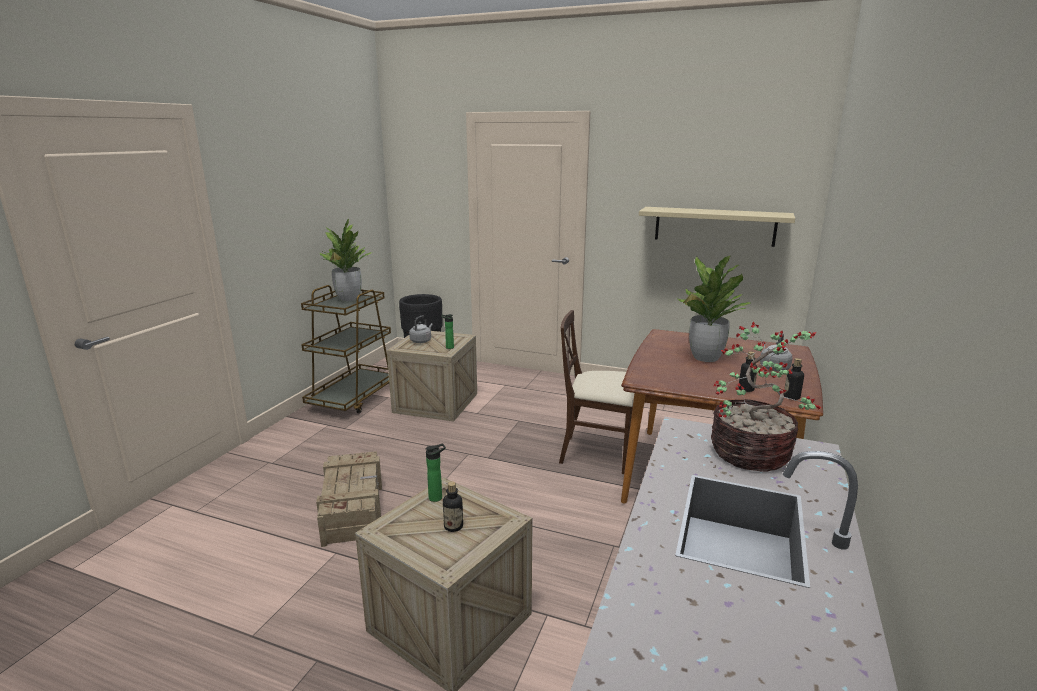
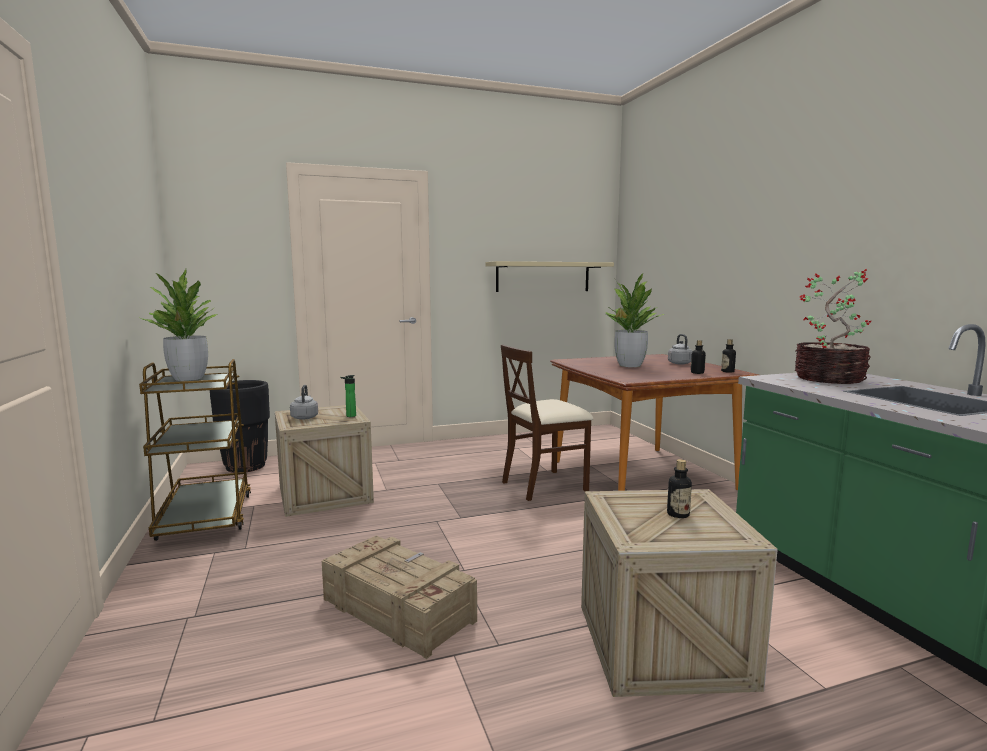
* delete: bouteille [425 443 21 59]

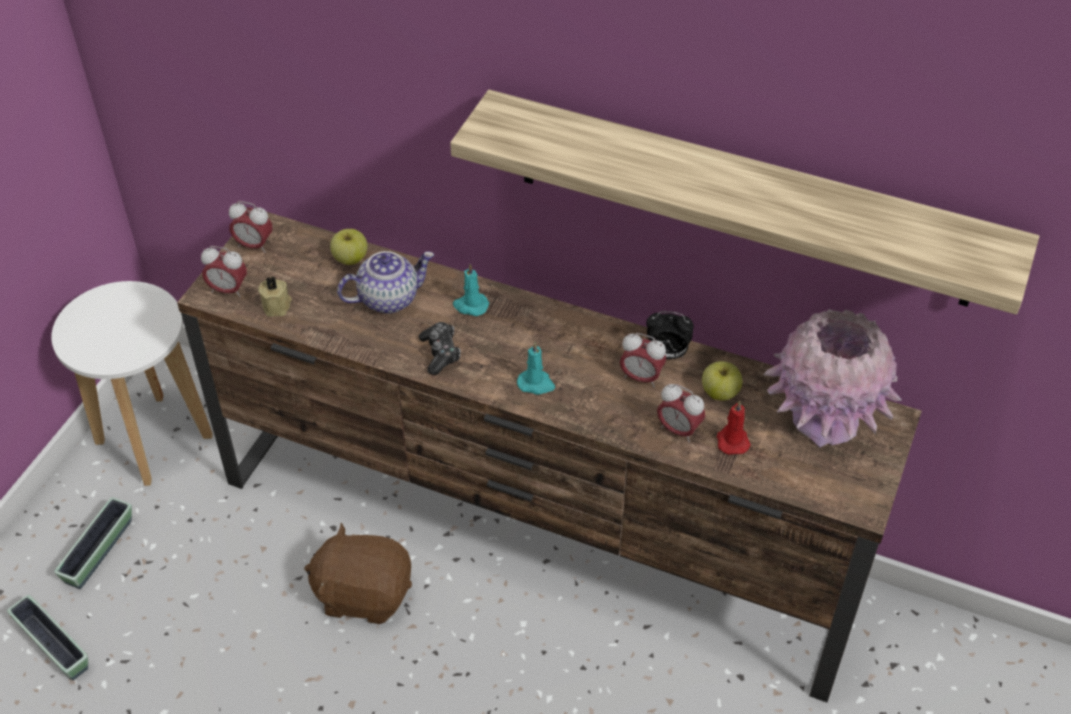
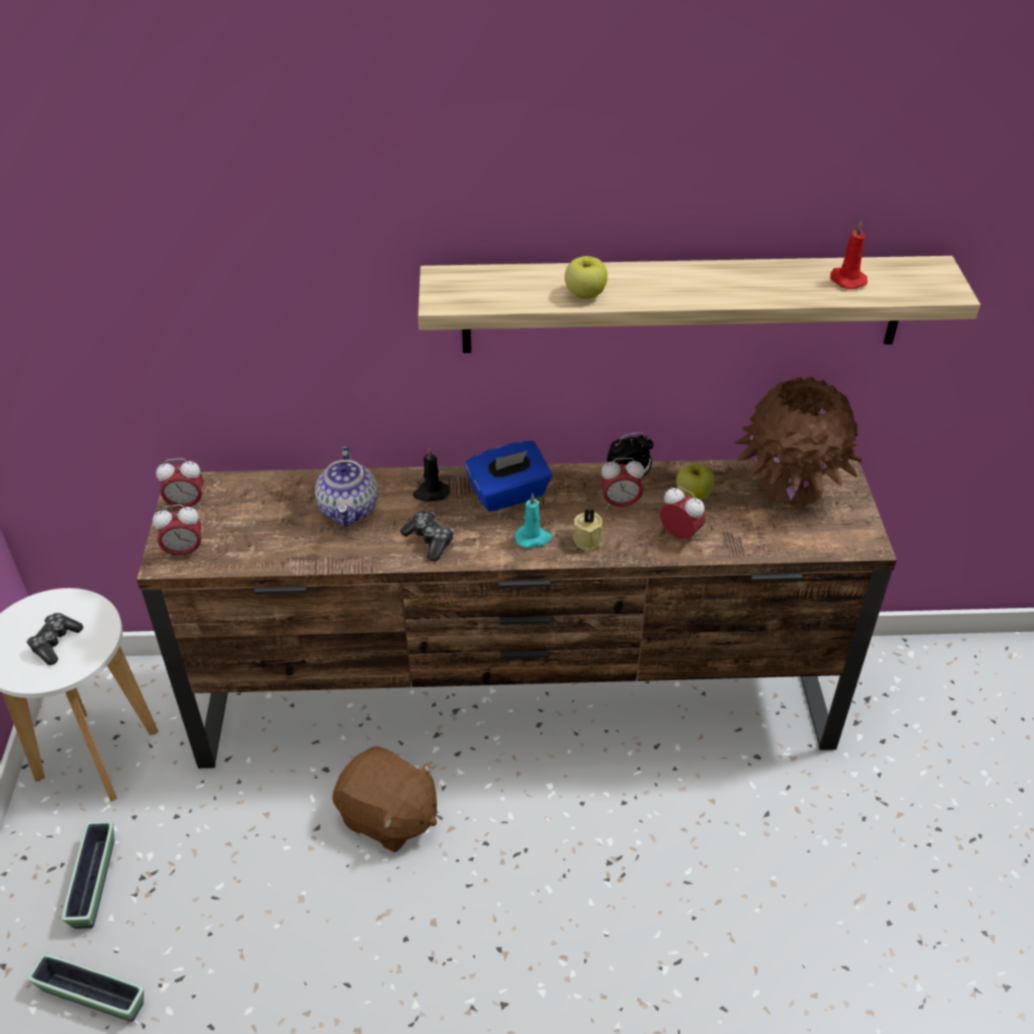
* insert: manette [27 613 56 52]
* rotate: théière [337 251 97 63] = [315 446 63 81] 135 degrees clockwise
* rotate: peluche [marron] [304 523 108 101] = [332 746 105 106] 135 degrees counterclockwise
* recolor: bougie [turquoise] [453 264 36 52] to bougie [noir] [413 448 36 54]
* insert: boîte à mouchoirs [bleu] [465 441 87 71]
* move: pomme [330 229 37 36] to [565 256 43 43]
* move: bougie [beige] [258 277 34 40] to [573 508 30 44]
* rotate: réveil [657 384 48 58] = [660 486 46 53] 150 degrees counterclockwise
* recolor: vase [rose] [763 309 139 139] to vase [marron] [735 377 127 133]
* move: bougie [rouge] [717 400 34 55] to [830 221 38 68]

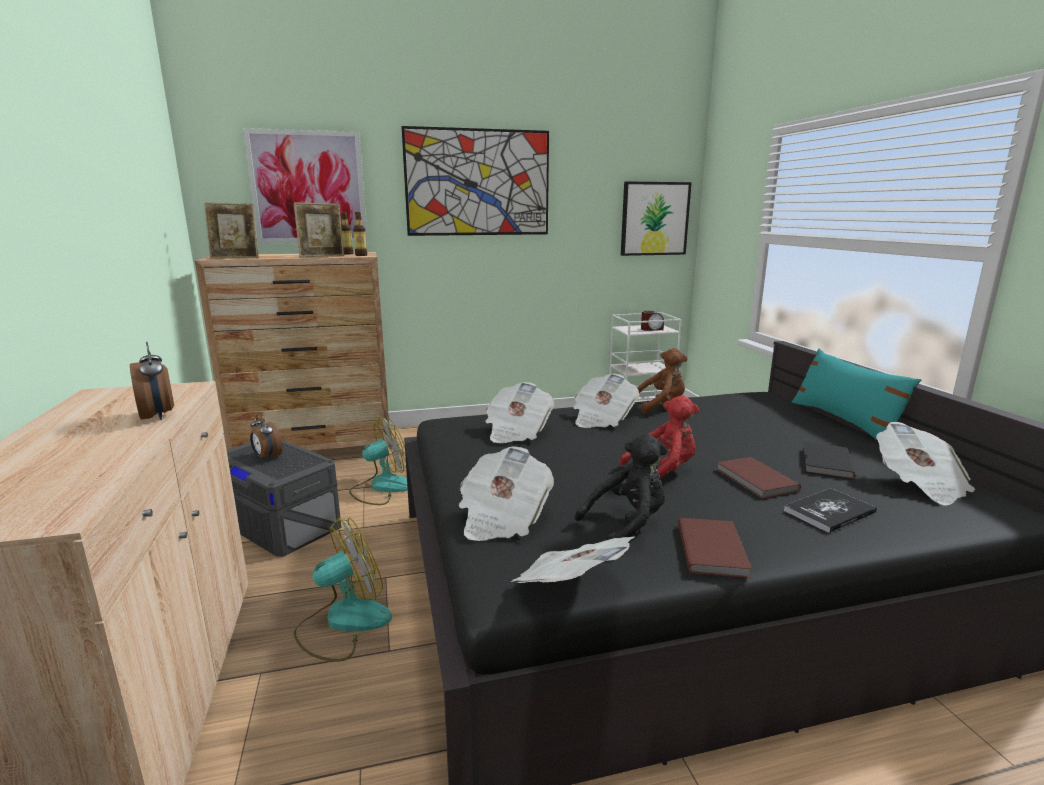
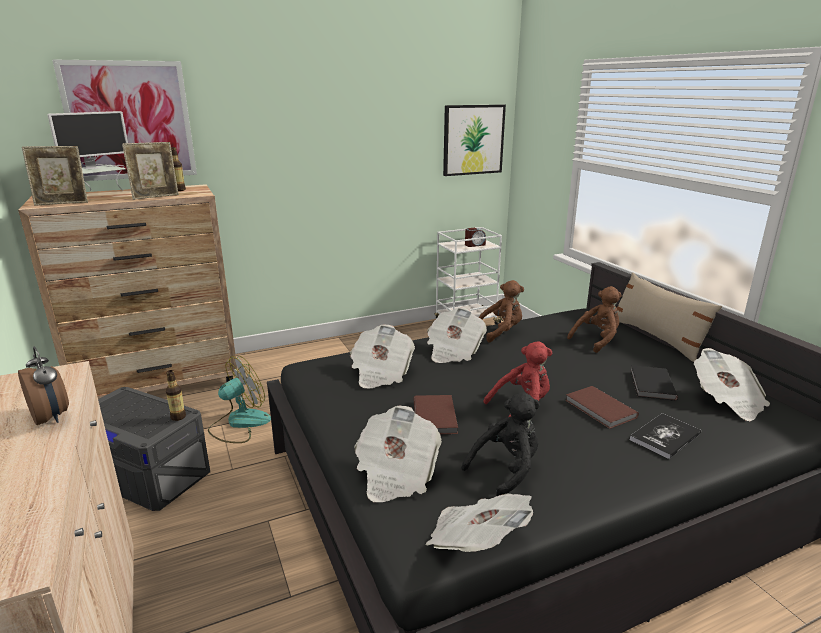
* insert: écran d'ordinateur [47 111 81 80]
* move: bouteille [353 212 14 44] to [166 370 20 51]
* move: livre [marron] [678 518 74 60] to [413 395 45 39]
* insert: peluche [marron] [567 286 55 67]
* recolor: coussin [turquoise] [792 349 129 92] to coussin [beige] [617 272 106 90]
* delete: réveil [250 413 33 48]
* delete: ventilateur [294 518 98 144]
* delete: tableau [401 126 148 110]

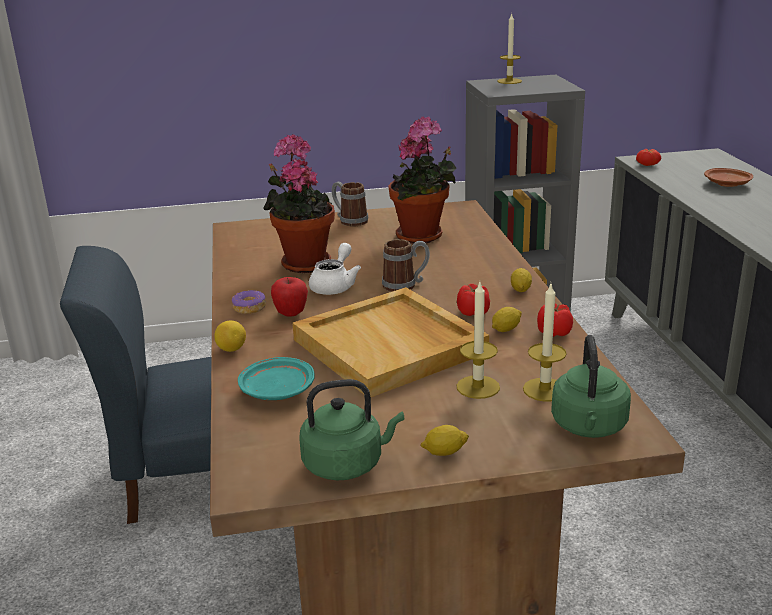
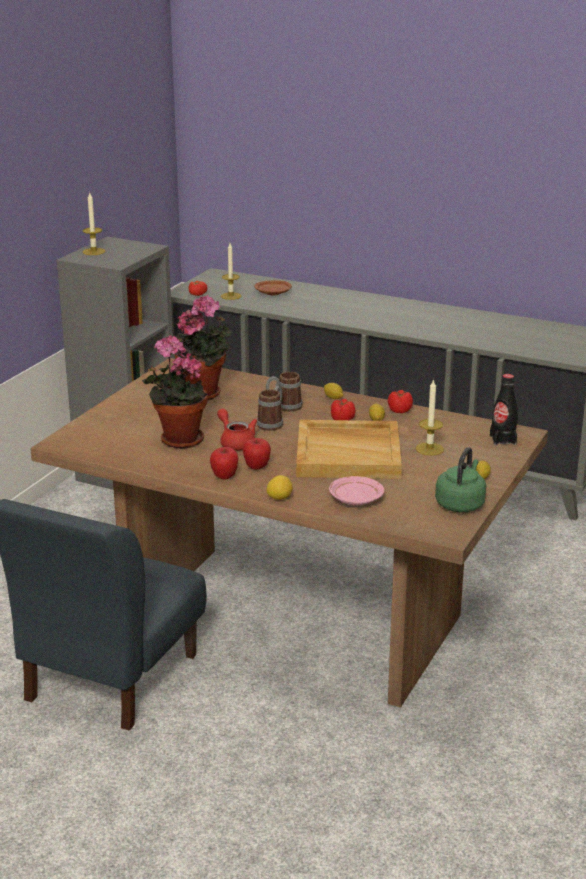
* replace: beignet [232 290 34 24] to pomme [210 447 28 33]
* recolor: théière [blanc] [309 243 52 52] to théière [rouge] [217 408 40 42]
* move: bougie [523 284 44 118] to [221 243 21 57]
* move: mug [332 182 36 44] to [266 372 37 40]
* recolor: assiette [turquoise] [238 357 77 43] to assiette [rose] [329 476 55 29]
* replace: bouilloire [vert] [551 335 80 103] to bouteille [noir] [490 374 28 71]

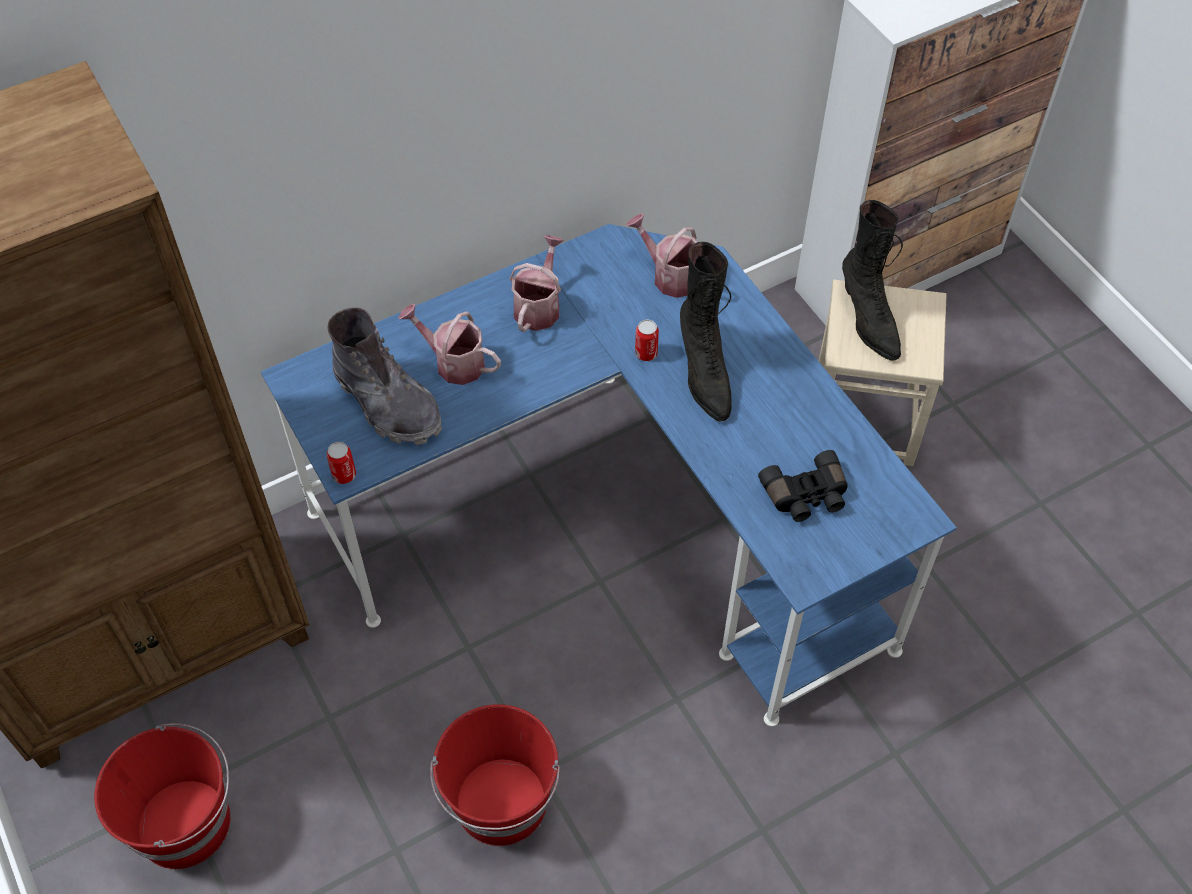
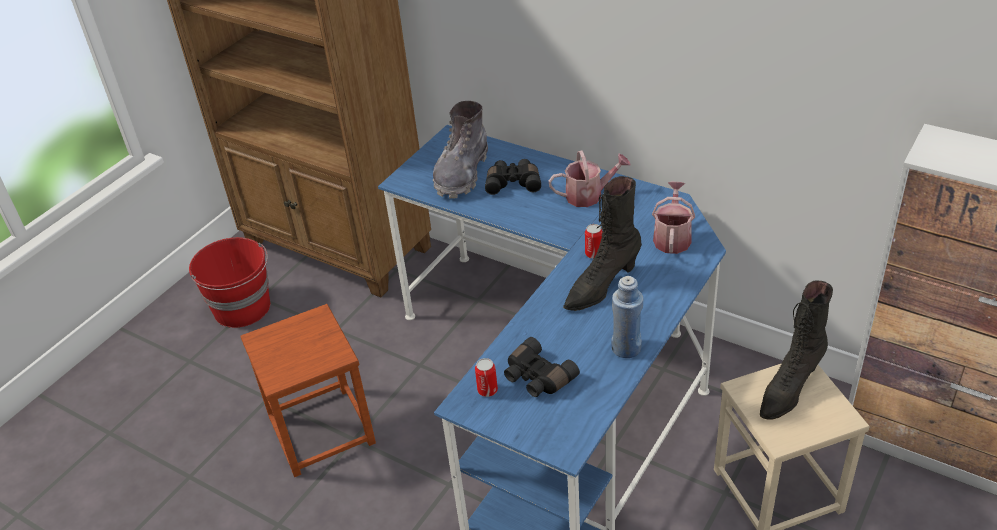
* replace: seau [rouge] [430 704 130 142] to tabouret [marron] [240 304 136 173]
* move: boîte métallique [327 442 29 42] to [475 358 23 39]
* replace: arrosoir [398 304 103 81] to jumelles [noir] [485 159 56 36]
* insert: bouteille [bleu] [611 276 32 82]

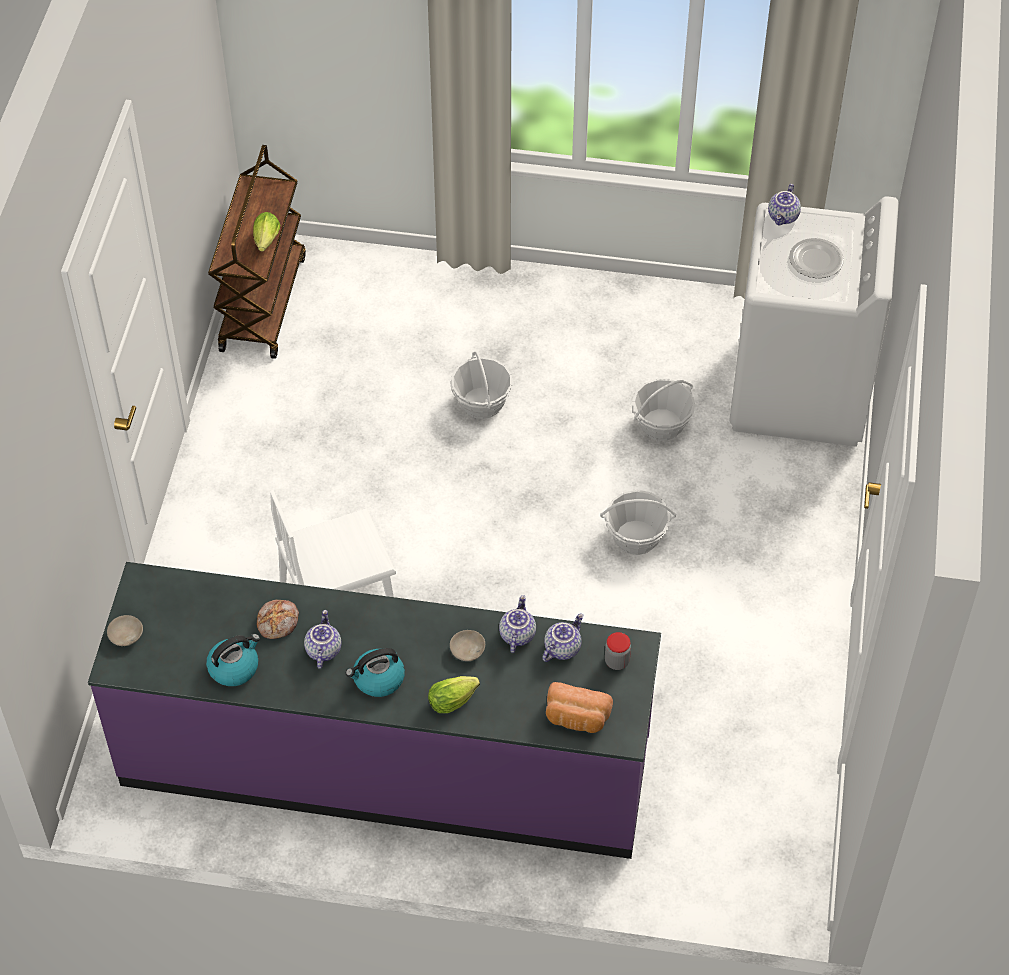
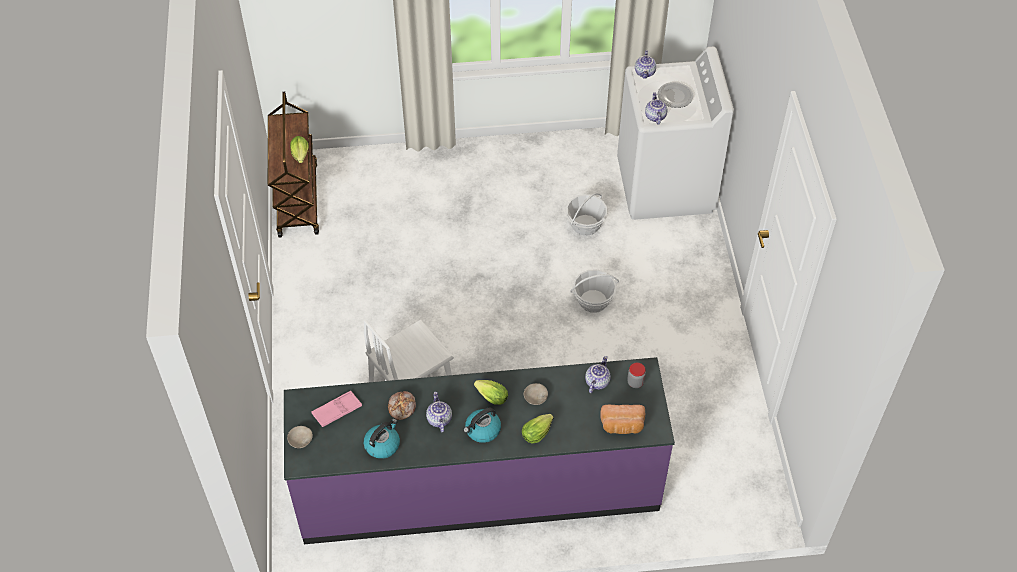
* insert: plateau [rose] [312 391 50 36]
* insert: laitue [474 380 34 25]
* move: théière [499 595 37 58] to [645 92 22 33]
* delete: panier [450 351 63 68]

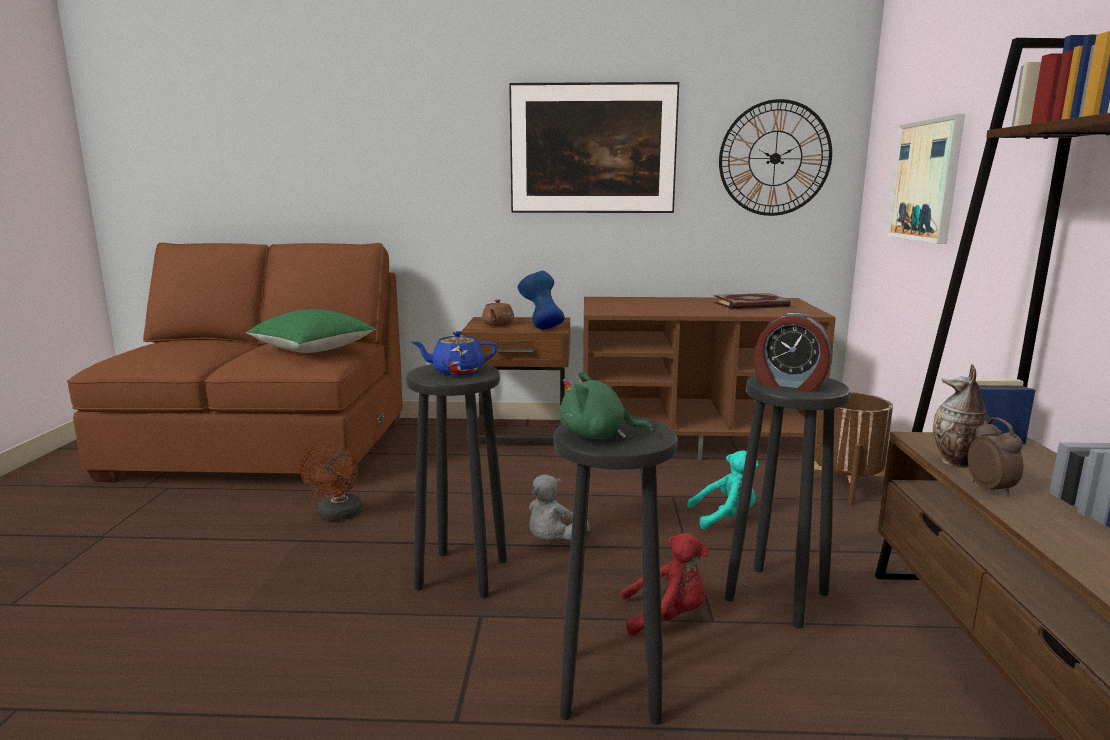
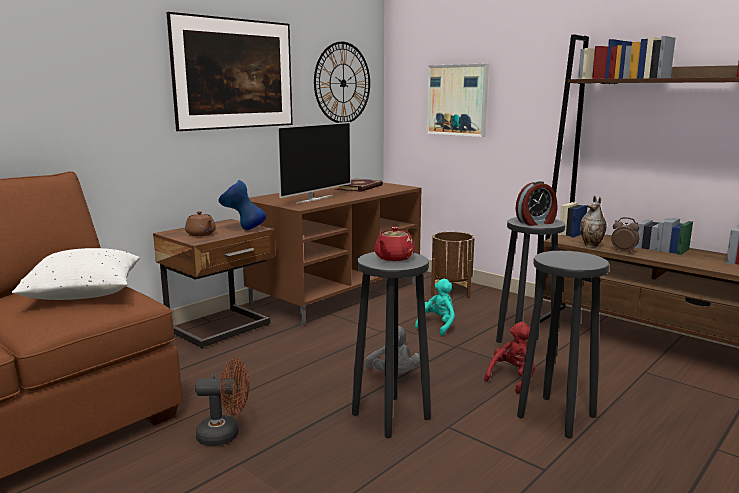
* recolor: coussin [vert] [246 309 130 44] to coussin [blanc] [12 248 128 52]
* rotate: ventilateur [marron] [300 442 62 78] = [195 359 54 87] 45 degrees counterclockwise
* insert: téléviseur [277 122 74 82]
* recolor: théière [bleu] [412 331 85 44] to théière [rouge] [374 227 41 34]
* delete: peluche [vert] [559 371 95 68]

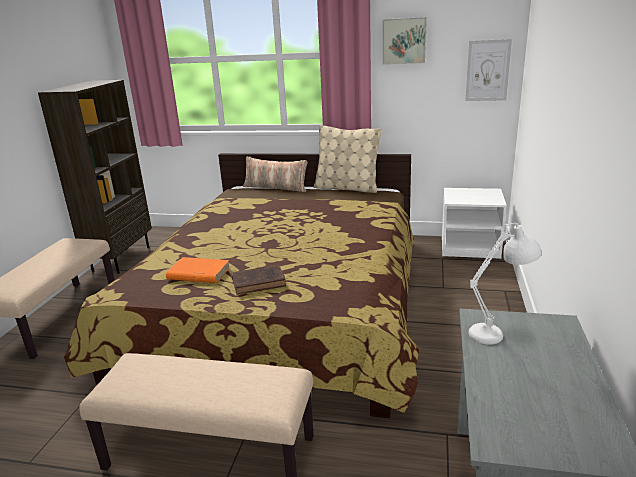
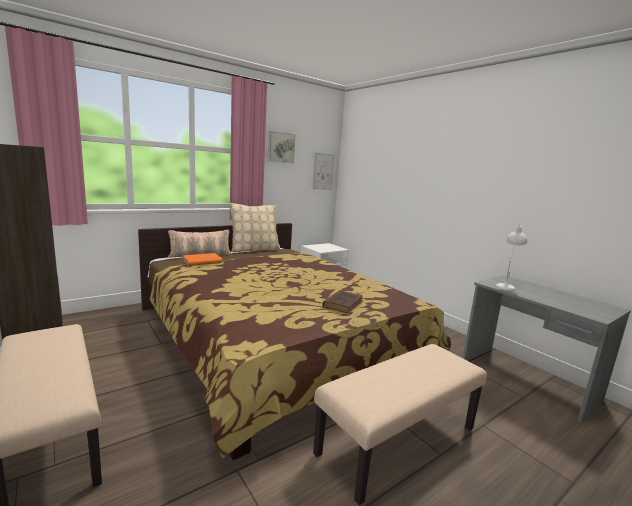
* move: livre [orange] [166 257 64 26] to [182 253 40 13]

